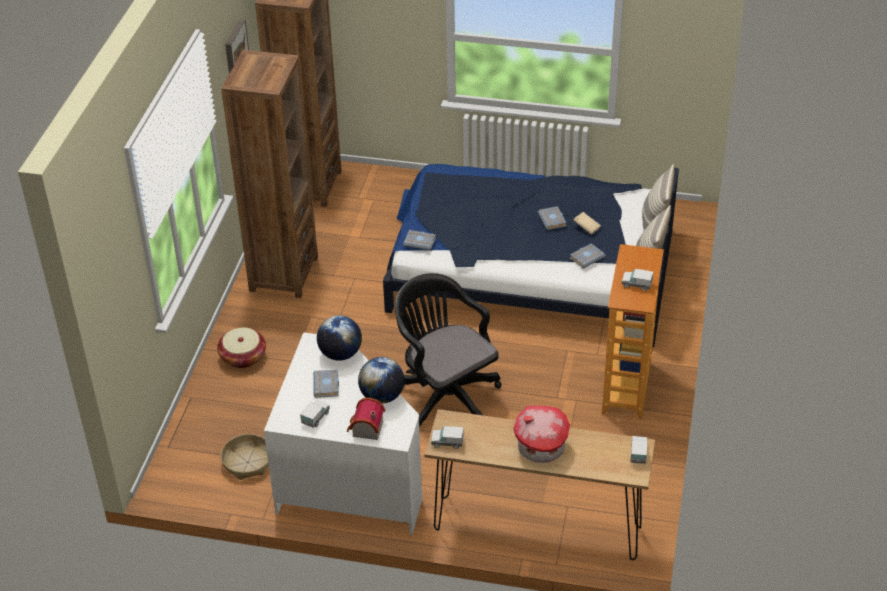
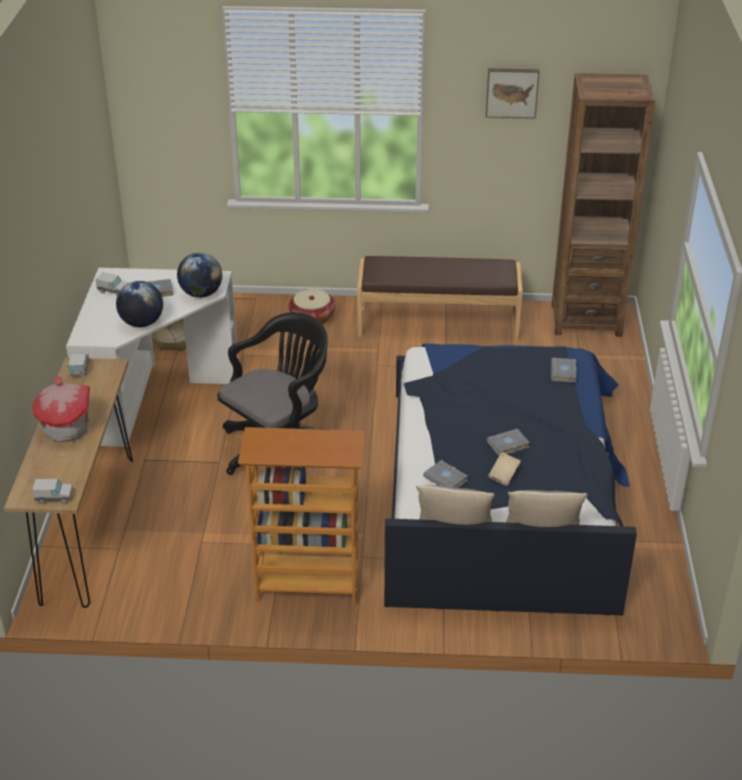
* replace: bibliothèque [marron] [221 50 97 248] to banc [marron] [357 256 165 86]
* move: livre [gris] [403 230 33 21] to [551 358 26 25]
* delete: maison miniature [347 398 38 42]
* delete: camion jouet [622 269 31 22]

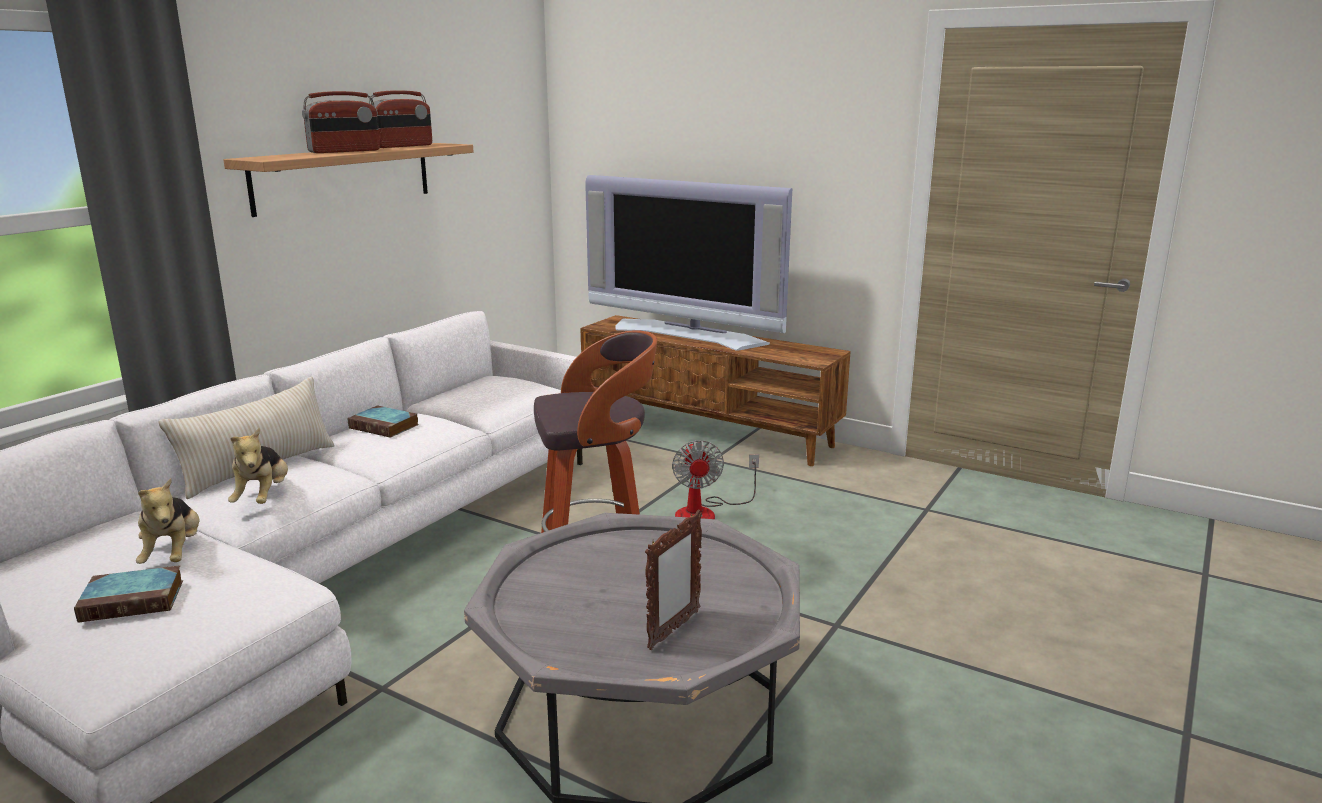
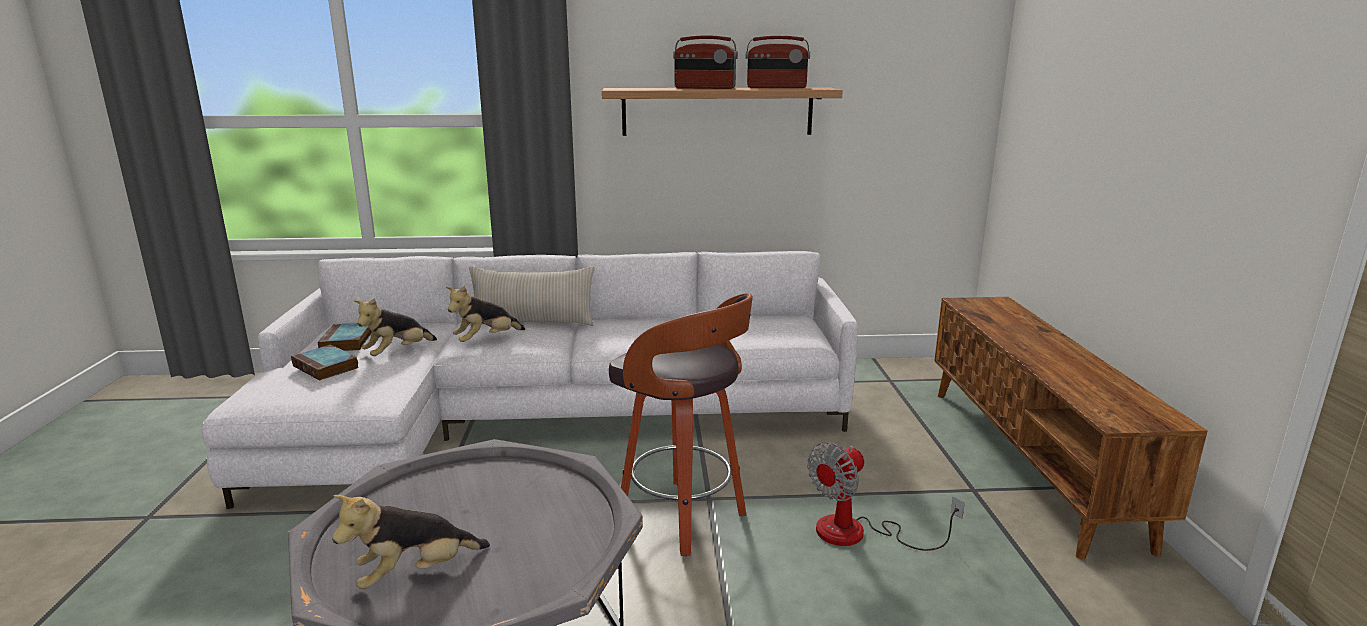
* move: livre [348 406 70 32] to [318 323 54 28]
* replace: cadre photo [645 509 57 141] to peluche [332 495 158 94]
* delete: téléviseur [585 175 207 176]

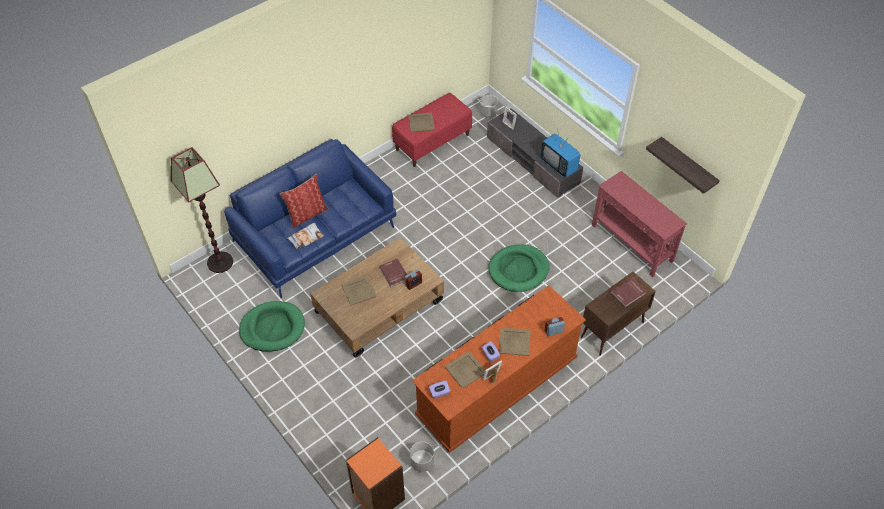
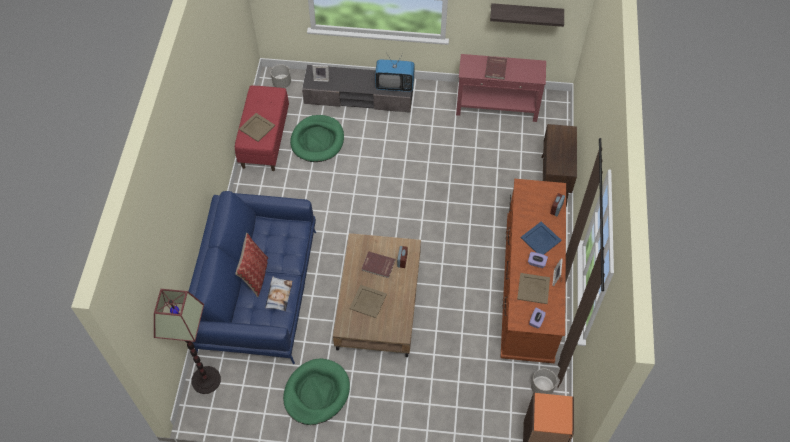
* move: panier pour chien [vert] [488 244 62 48] to [290 115 54 47]
* move: livre [rouge] [610 278 37 29] to [485 56 22 24]
* recolor: plateau [beige] [499 327 31 29] to plateau [bleu] [521 222 41 33]

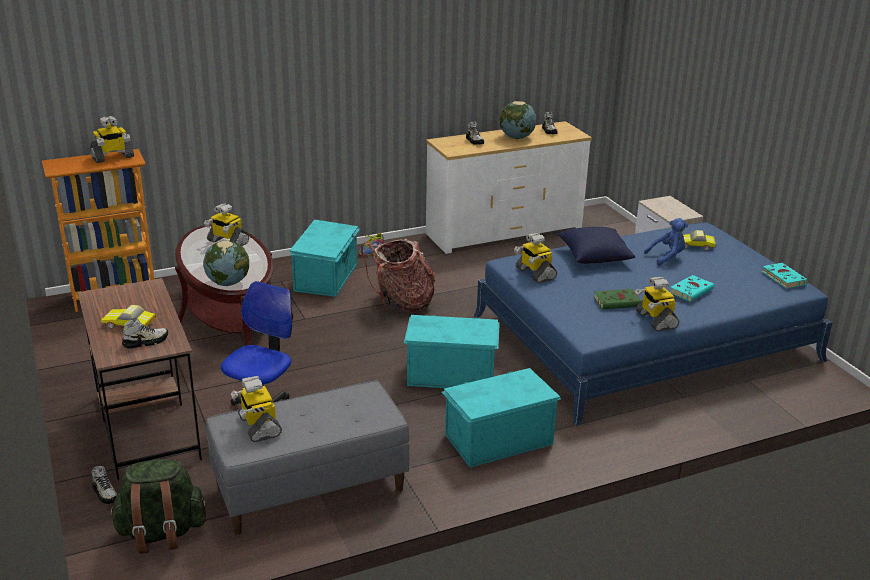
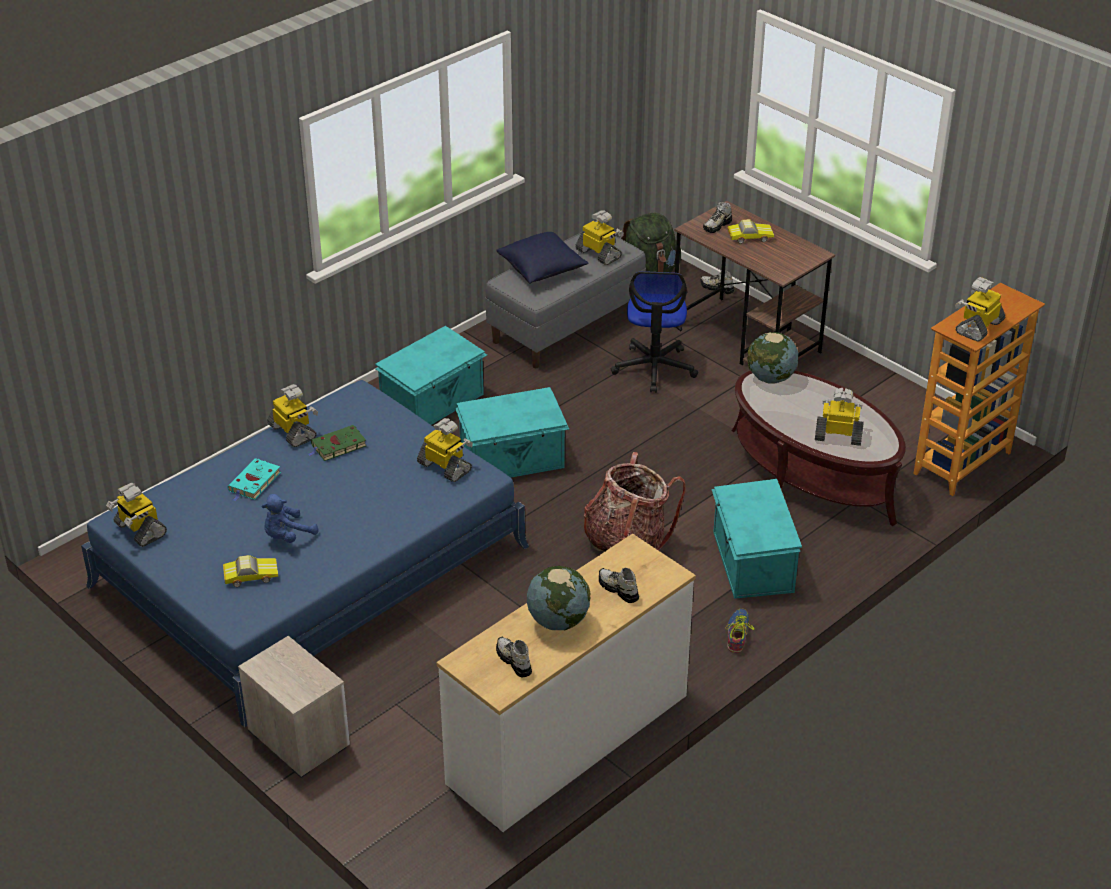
* replace: livre [turquoise] [762 263 46 26] to robot jouet [106 483 61 64]
* move: coussin [bleu] [557 227 78 37] to [497 232 92 52]

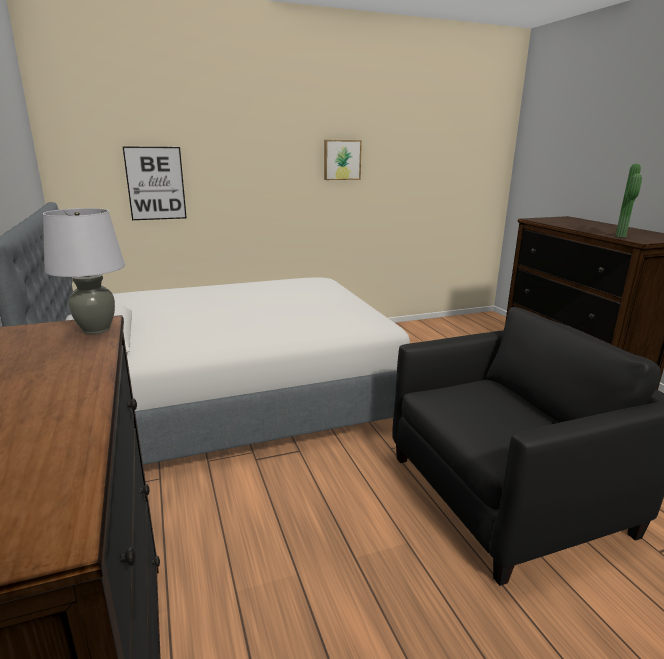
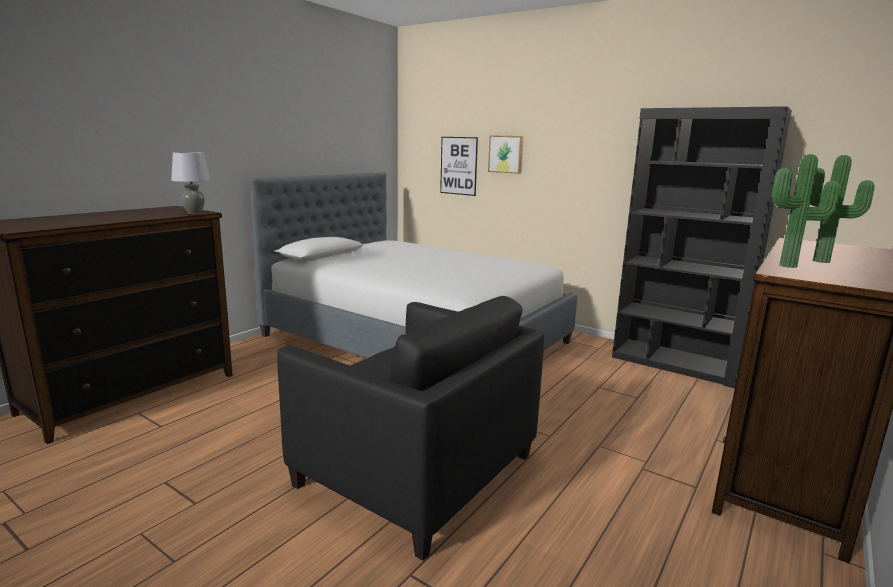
* move: tableau [324 140 38 40] to [488 136 36 38]
* insert: bibliothèque [noir] [612 106 180 282]
* insert: plante en pot [810 155 65 108]

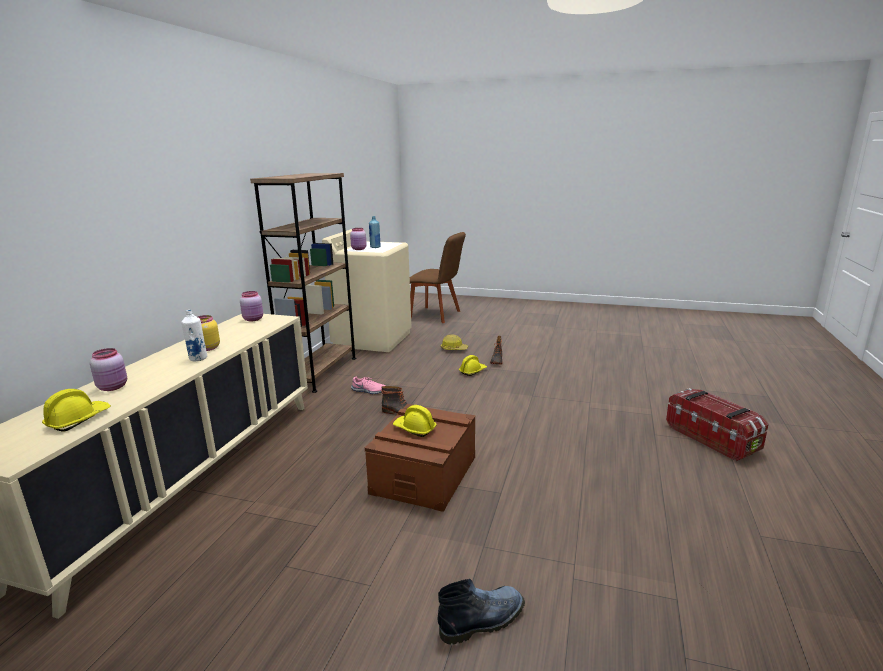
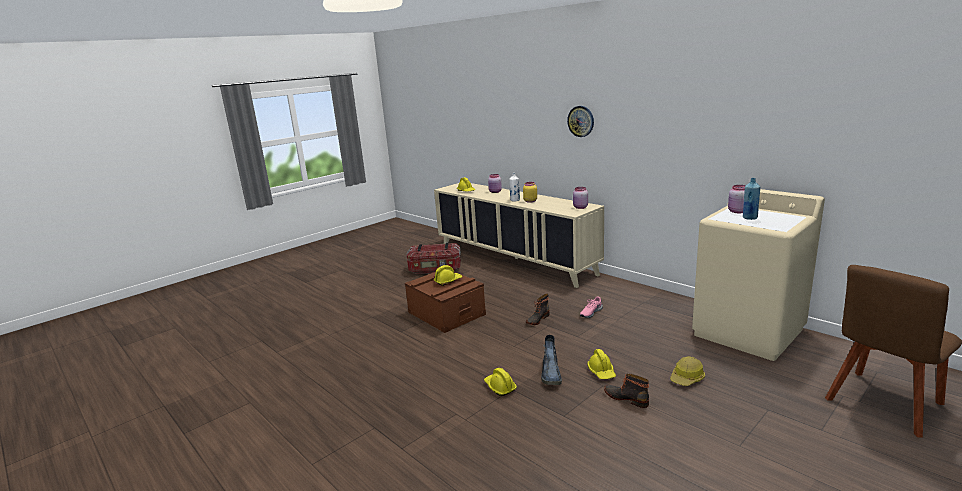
* move: boîte de rangement [666 388 103 73] to [406 242 55 32]
* insert: casque de chantier [jaune] [484 368 33 28]
* move: botte [437 579 88 66] to [541 335 21 50]
* insert: horloge murale [567 106 27 31]
* delete: bibliothèque [marron] [250 173 106 220]

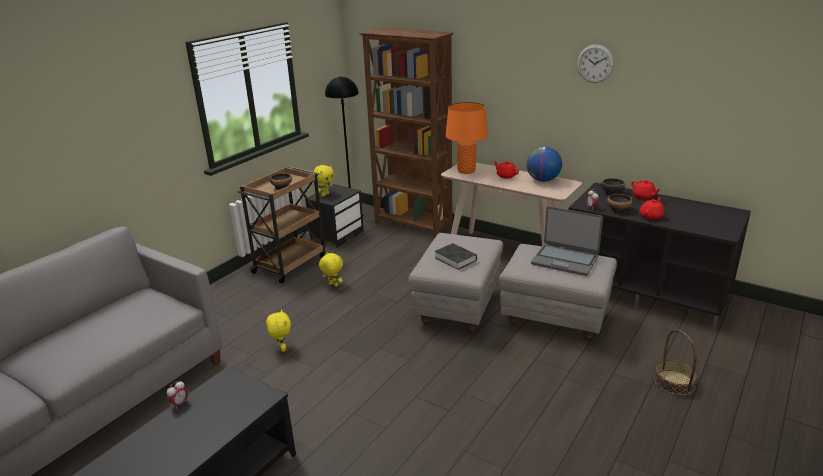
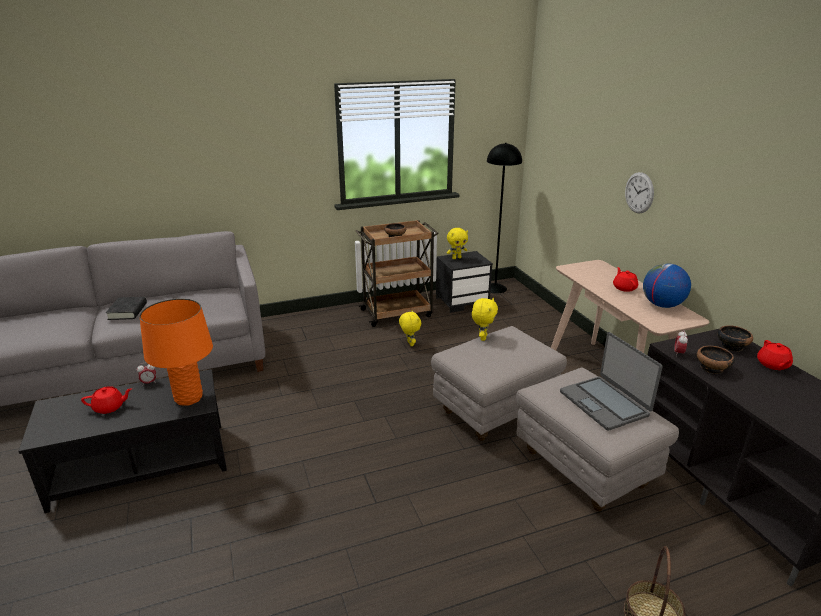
* move: théière [rouge] [640 197 24 23] to [81 386 51 28]
* move: livre [noir] [435 243 42 27] to [106 297 41 23]
* move: lampe de table [orange] [446 102 42 72] to [140 298 73 108]
* move: peluche [jaune] [266 310 25 42] to [472 298 26 43]
* move: horloge murale [577 44 37 39] to [625 172 29 41]
* delete: bibliothèque [marron] [358 28 96 210]

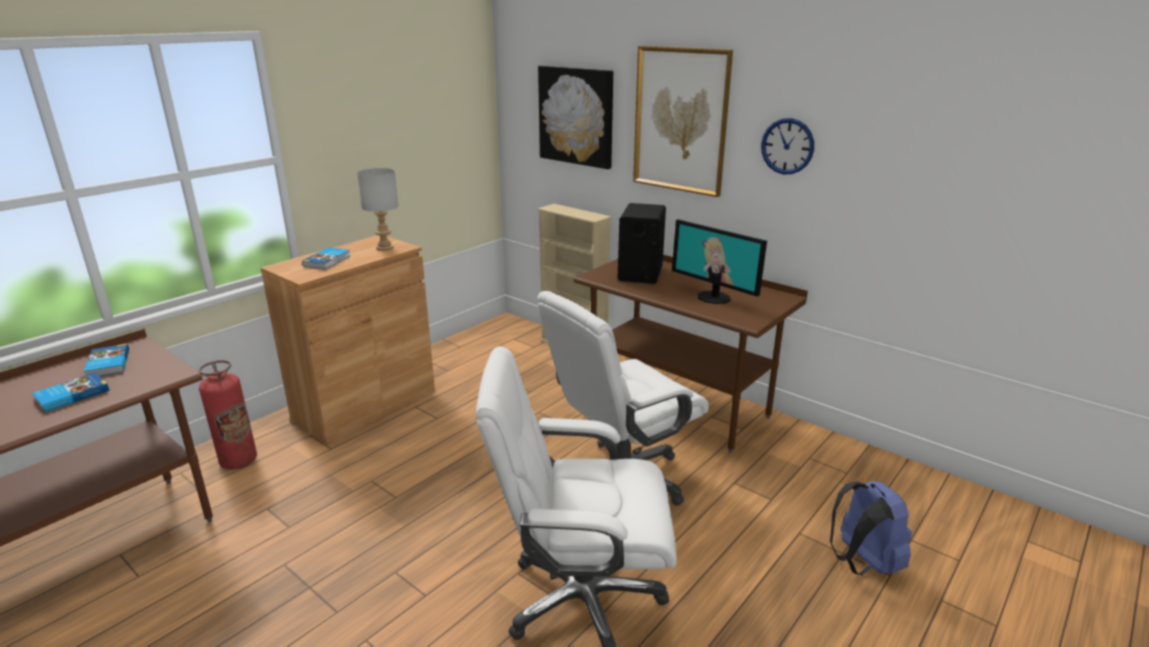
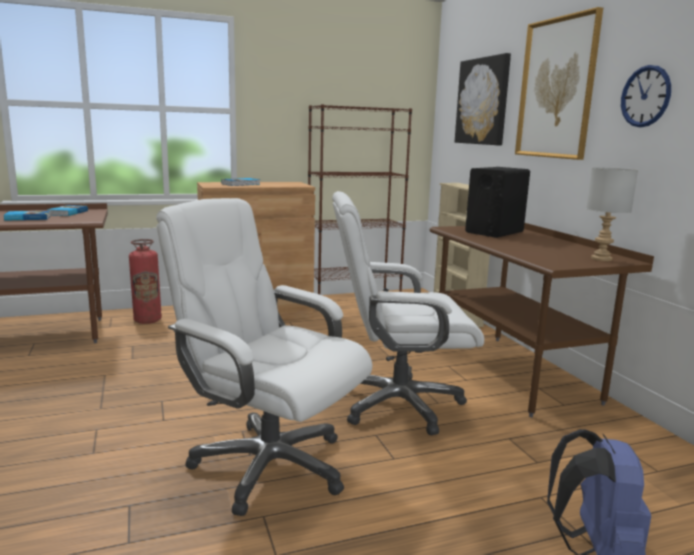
* insert: bibliothèque [marron] [308 104 104 191]
* move: lampe de table [gris] [357 168 42 83] to [586 167 52 94]
* delete: écran d'ordinateur [672 219 95 85]

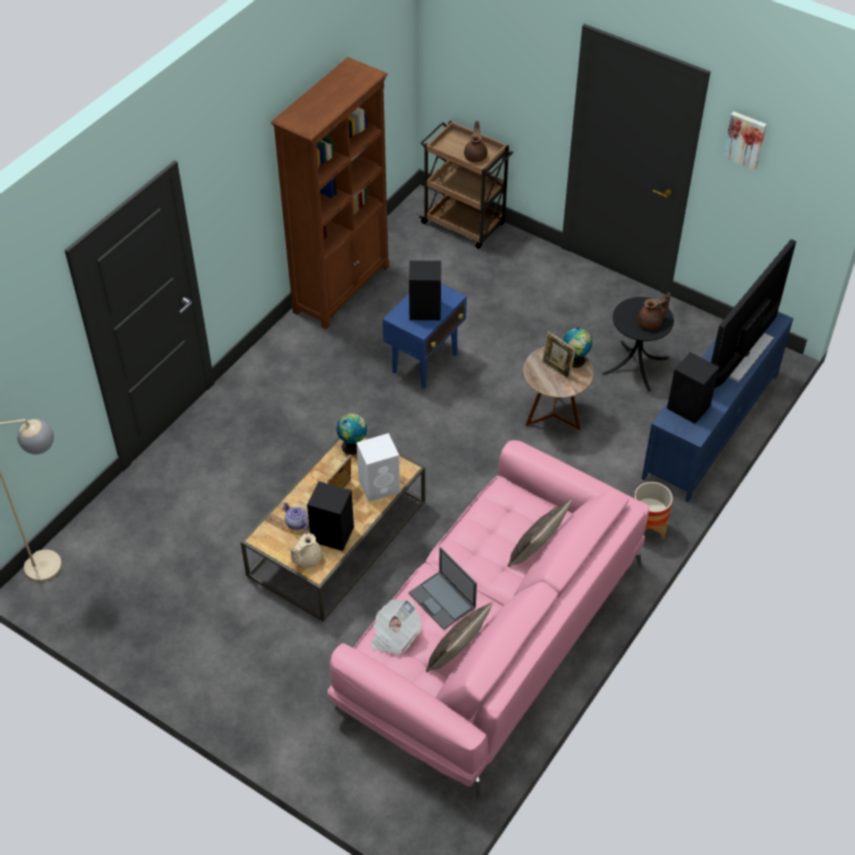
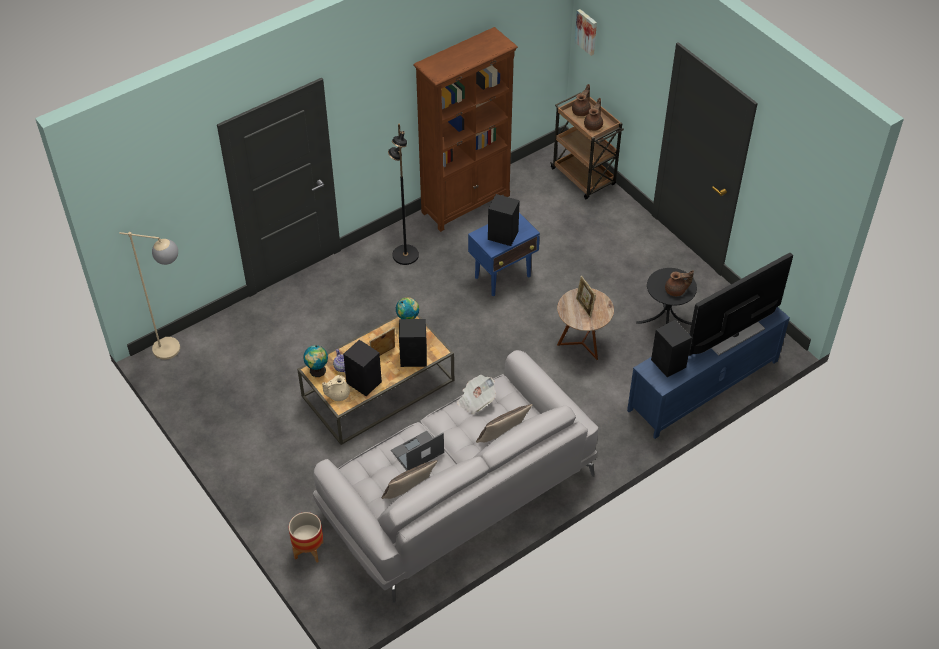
* move: cache-pot [634 482 39 57] to [289 512 35 51]
* move: globe [563 327 29 41] to [303 345 25 32]
* recolor: canapé [rose] [327 440 322 358] to canapé [gris] [313 350 285 252]
* insert: lampadaire [noir] [388 124 31 141]
* rotate: ordinateur portable [408 547 69 83] = [391 431 53 40] 75 degrees clockwise
* recolor: enceinte [blanc] [356 433 44 69] to enceinte [noir] [399 319 28 48]
* move: journal [371 600 51 55] to [457 375 39 39]
* insert: théière [marron] [572 84 19 32]
* move: tableau [723 111 44 59] to [575 9 22 47]

